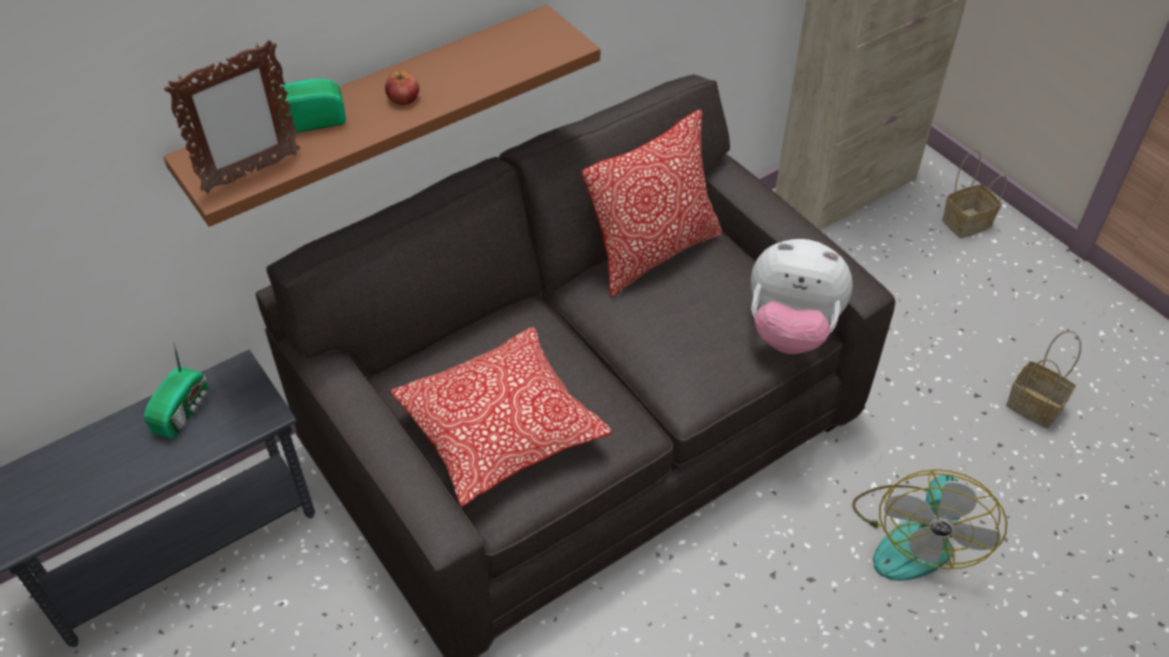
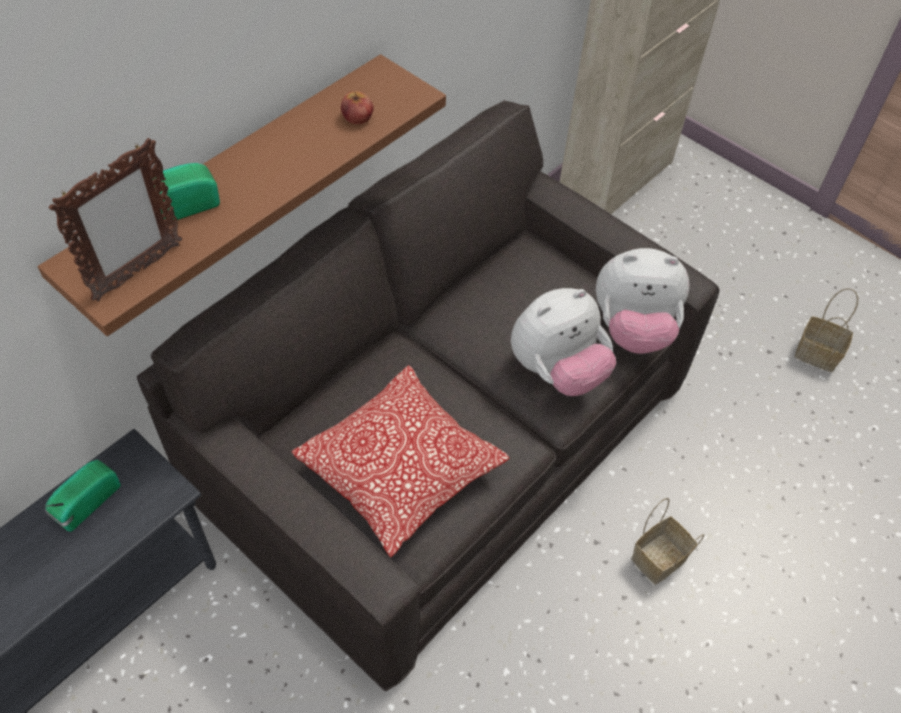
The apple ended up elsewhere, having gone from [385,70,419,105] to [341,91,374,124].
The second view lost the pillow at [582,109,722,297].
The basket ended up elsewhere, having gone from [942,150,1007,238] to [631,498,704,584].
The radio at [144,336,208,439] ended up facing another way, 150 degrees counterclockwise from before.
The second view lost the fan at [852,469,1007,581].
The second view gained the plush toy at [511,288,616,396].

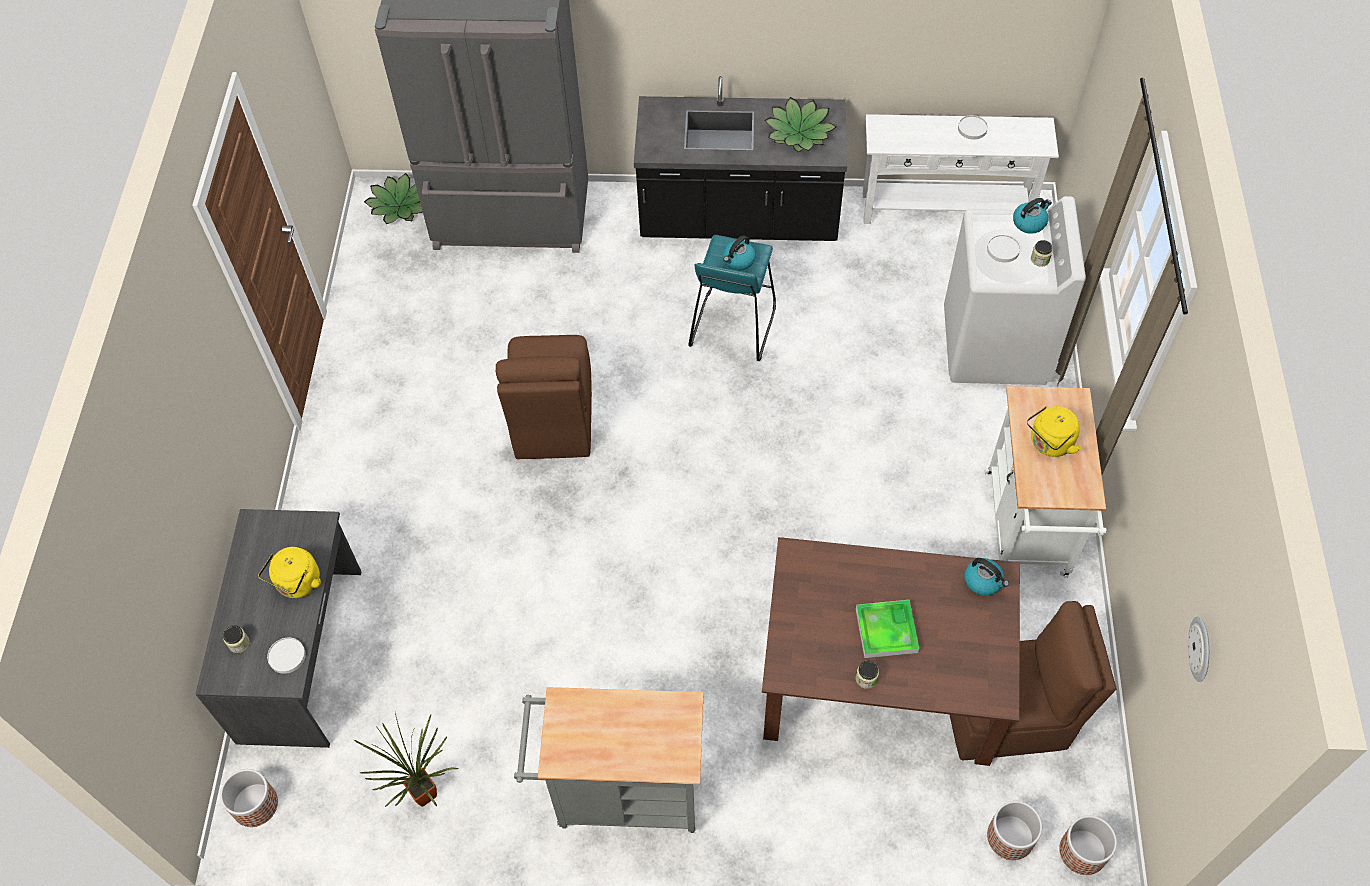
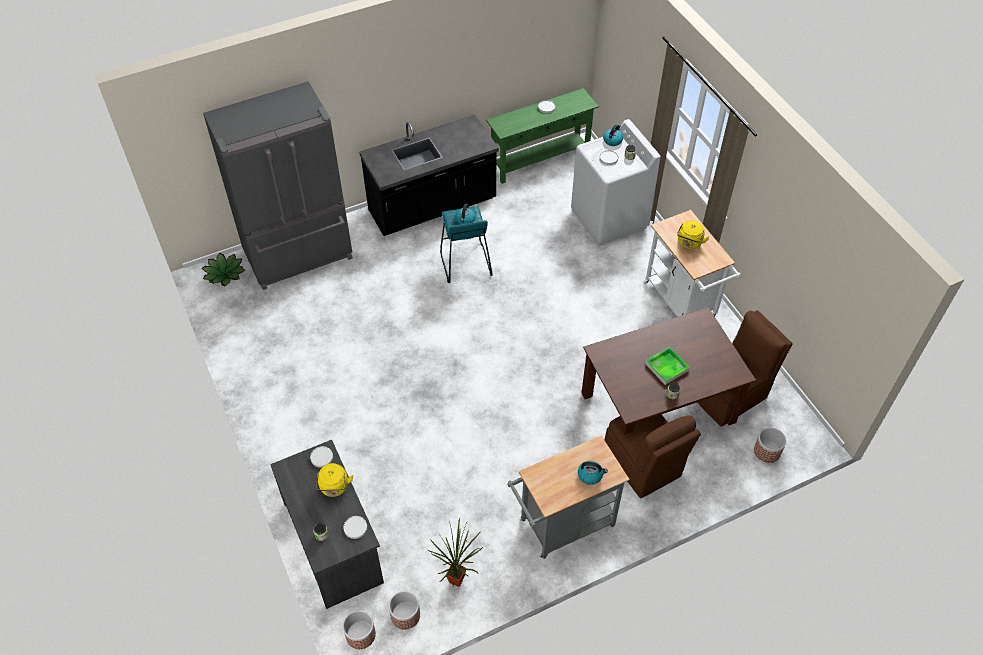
The second view lost the potted plant at [765,97,836,152].
What was the white console table at [863,114,1059,224] turned into the green console table at [486,88,599,184].
The brown chair ended up elsewhere, having gone from [496,335,592,459] to [605,414,701,498].
The kettle ended up elsewhere, having gone from [964,558,1009,596] to [578,461,608,485].
The second view lost the wall clock at [1188,616,1209,682].
The planter ended up elsewhere, having gone from [1059,815,1117,875] to [389,591,420,630].
The second view gained the white plate at [310,446,333,468].

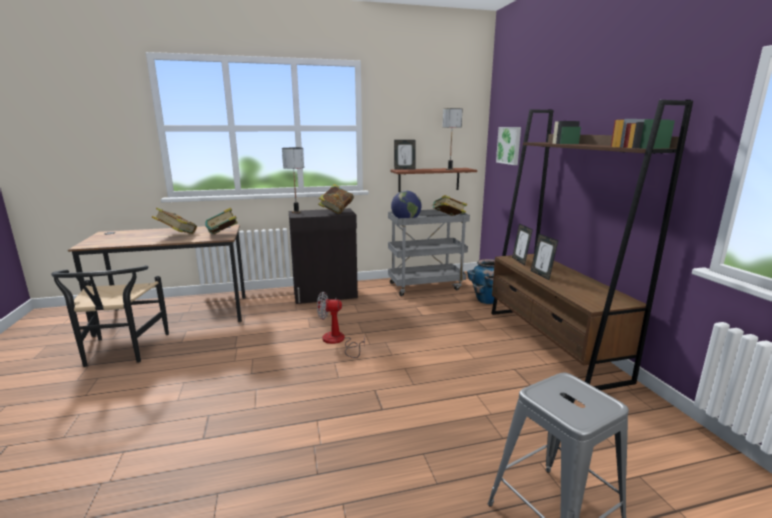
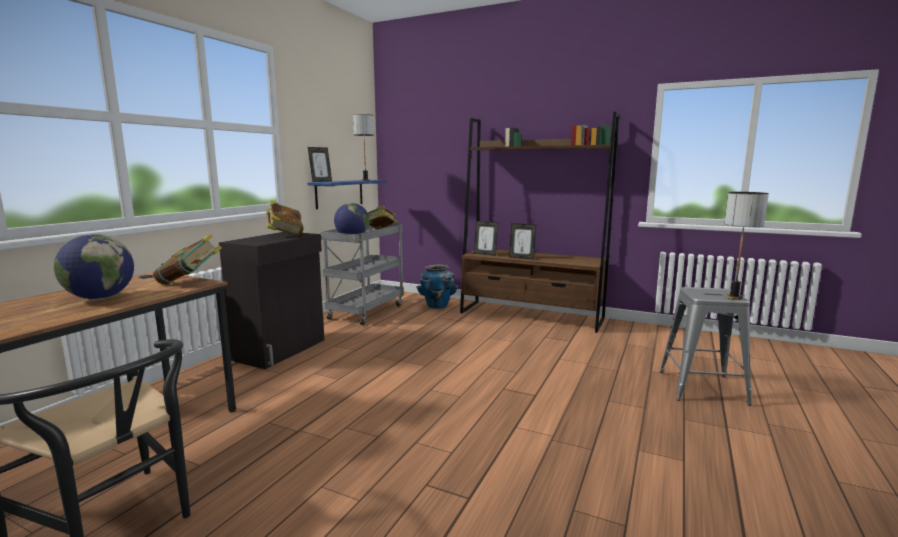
The second view lost the picture at [496,127,521,165].
The table lamp ended up elsewhere, having gone from [282,148,304,213] to [724,192,769,300].
What was the brown shelf at [390,168,477,192] turned into the blue shelf at [307,180,387,209].
Where the book stood at [152,208,197,234], the globe came to stand at [54,234,134,299].
The second view lost the fan at [317,292,365,358].

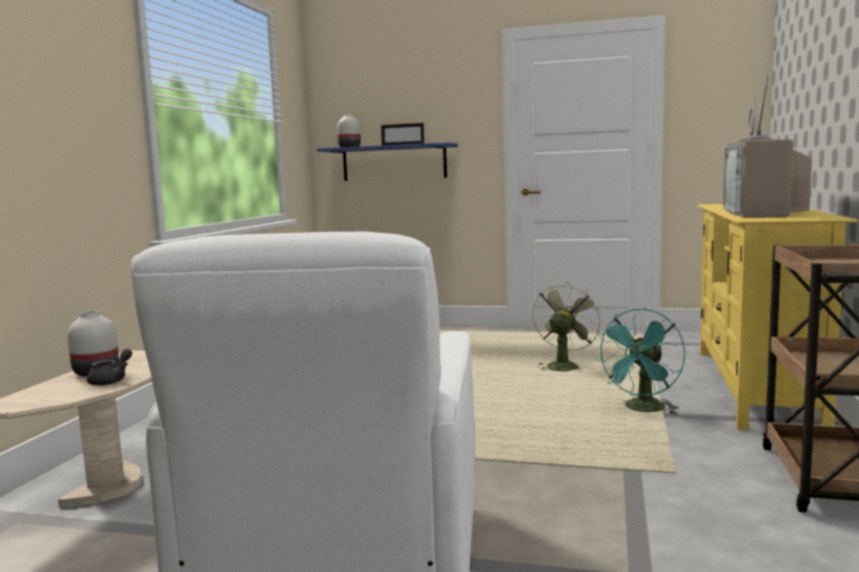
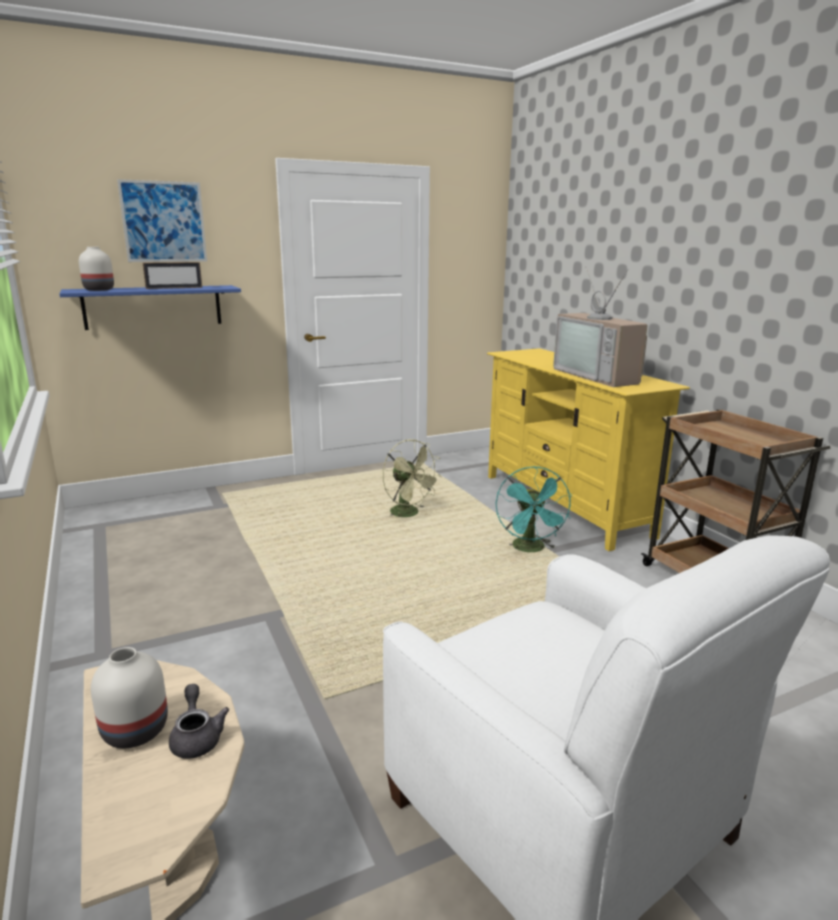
The green fan at [532,282,602,371] ended up facing another way, 150 degrees clockwise from before.
The second view gained the picture at [117,179,207,262].

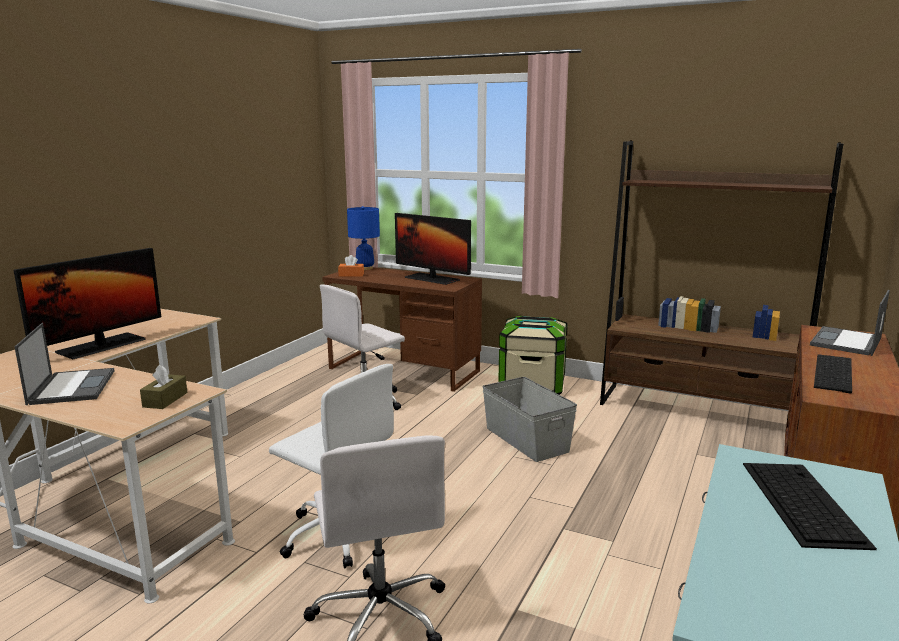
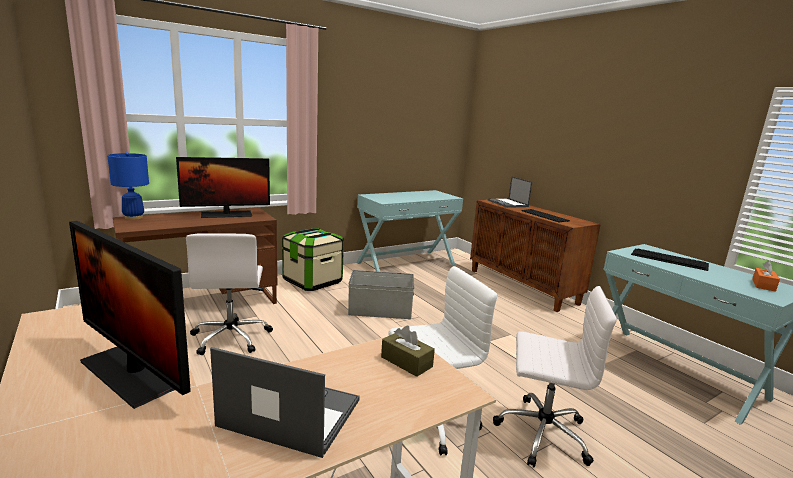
Where the brown bookcase stood at [600,140,843,410], the turquoise console table came to stand at [357,190,463,272].
The monitor at [14,248,161,359] ended up facing another way, 150 degrees clockwise from before.
The orange tissue box ended up elsewhere, having gone from [338,255,364,277] to [752,261,780,292].

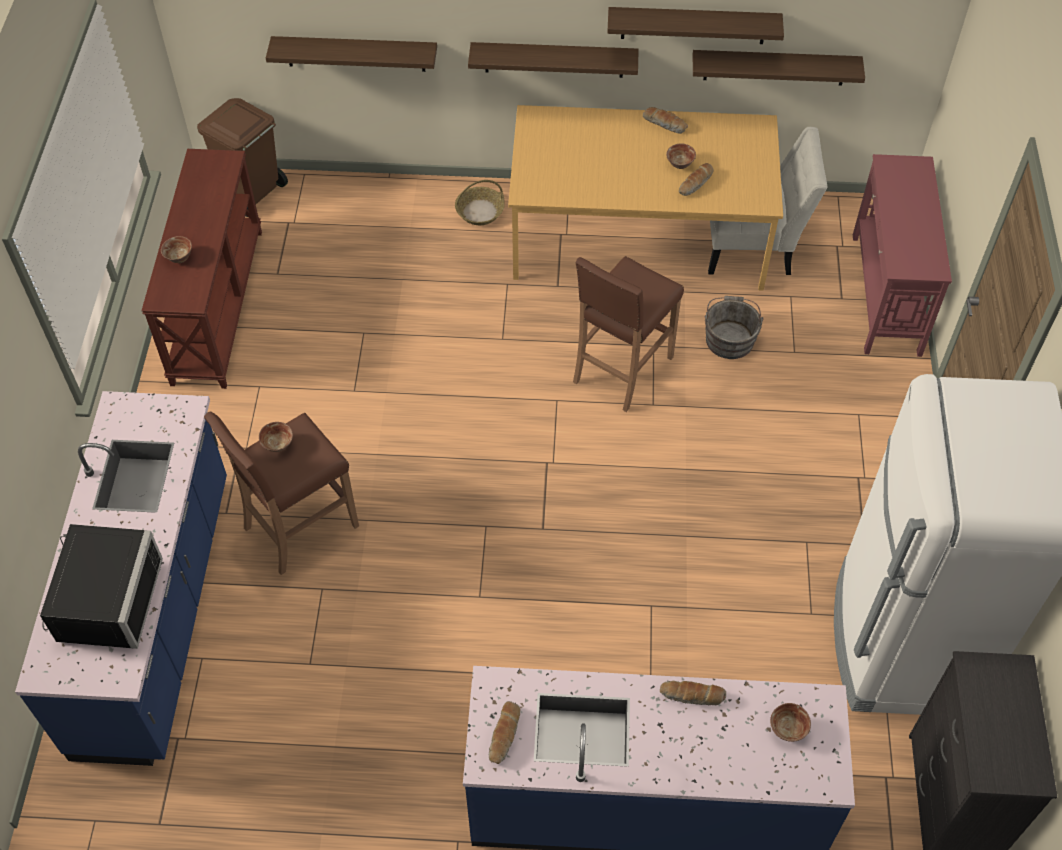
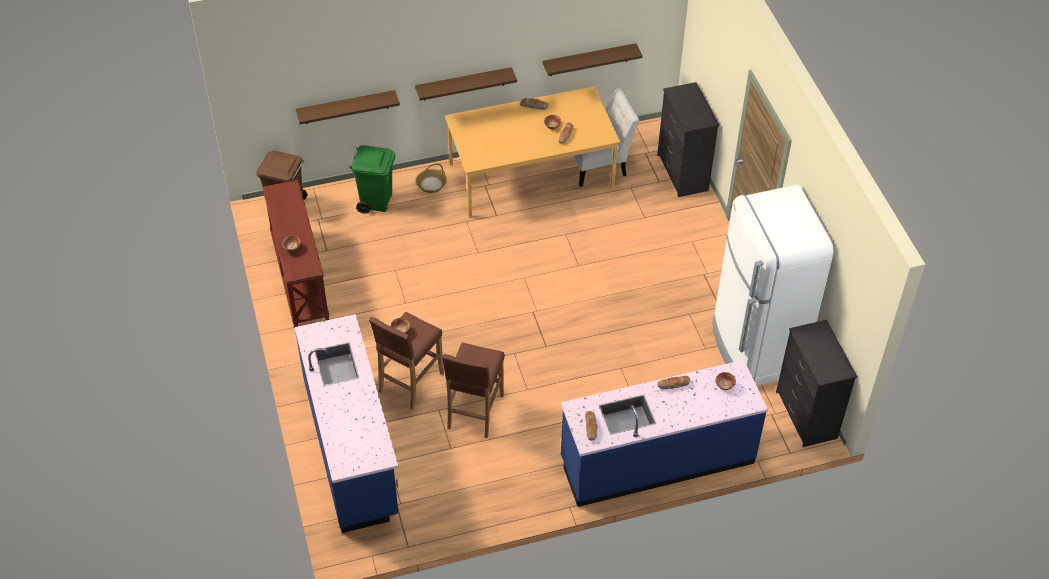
The second view lost the shelf at [607,7,784,44].
Where the red console table stood at [853,154,952,357], the black dresser came to stand at [657,82,719,197].
The brown stool ended up elsewhere, having gone from [573,256,684,412] to [442,343,505,438].
The second view lost the grey bucket at [704,296,763,359].
The second view lost the black microwave at [40,524,163,649].
The second view gained the green trash can at [349,145,395,214].

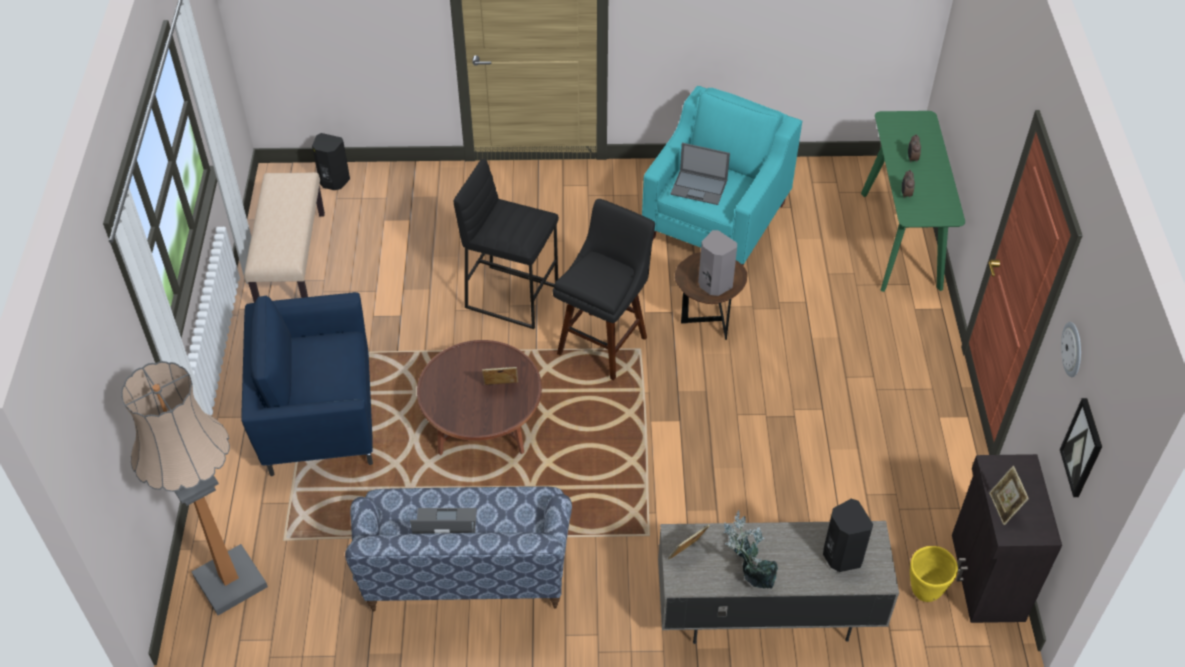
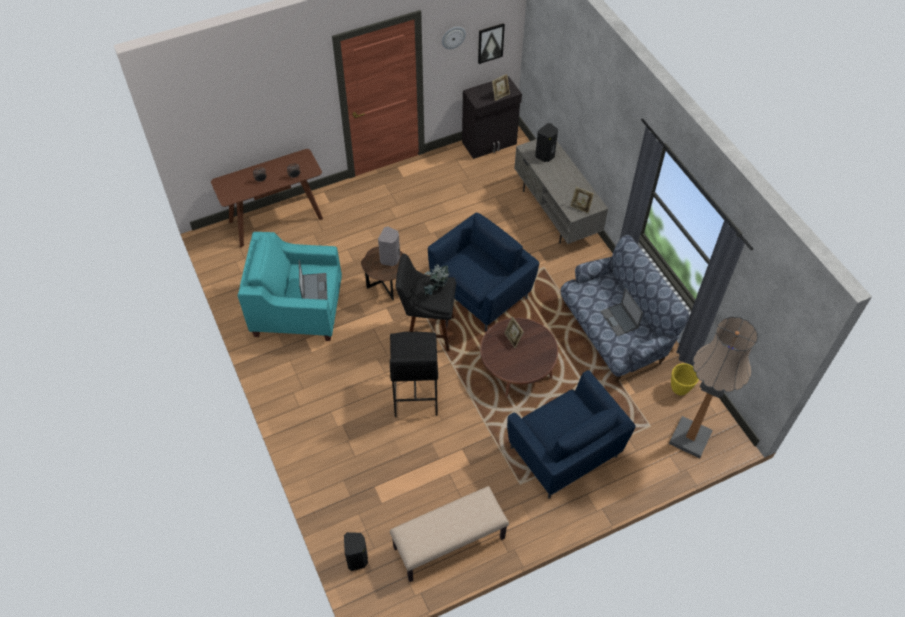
What was the green console table at [861,111,965,292] turned into the brown console table at [211,149,323,248].
The potted plant ended up elsewhere, having gone from [724,510,778,589] to [424,264,449,295].
The yellow planter ended up elsewhere, having gone from [910,546,958,602] to [671,363,699,396].
The second view gained the blue armchair at [428,212,539,331].

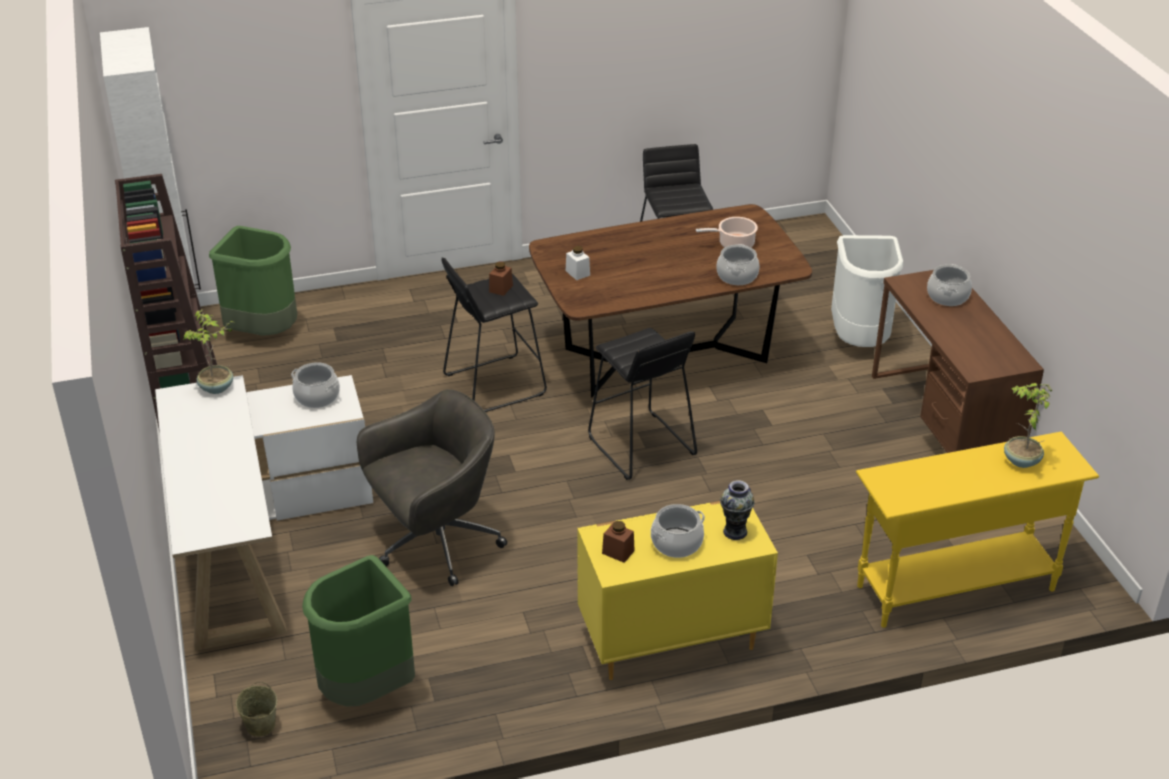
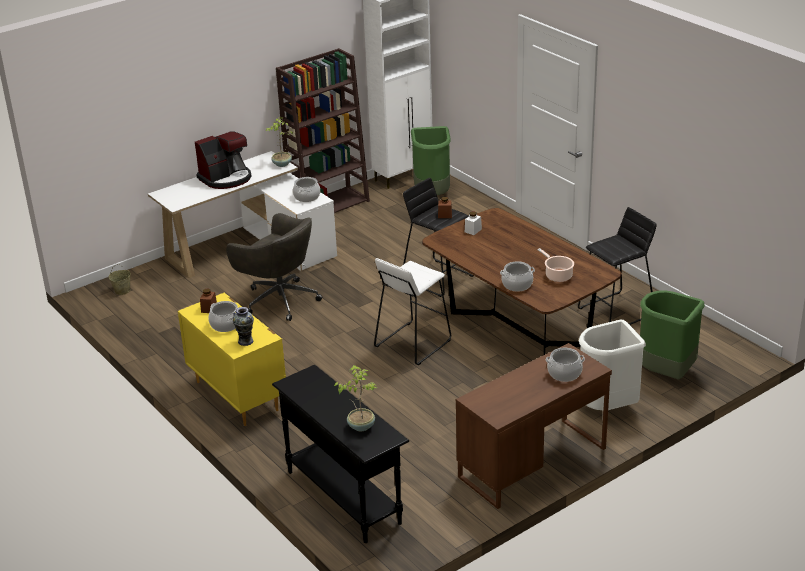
What was the black stool at [588,328,697,480] turned into the white stool at [374,258,451,365].
What was the yellow console table at [856,432,1099,628] turned into the black console table at [272,365,409,543].
The green trash can ended up elsewhere, having gone from [302,555,415,707] to [640,290,705,380].
The second view gained the coffee machine at [195,131,252,189].

